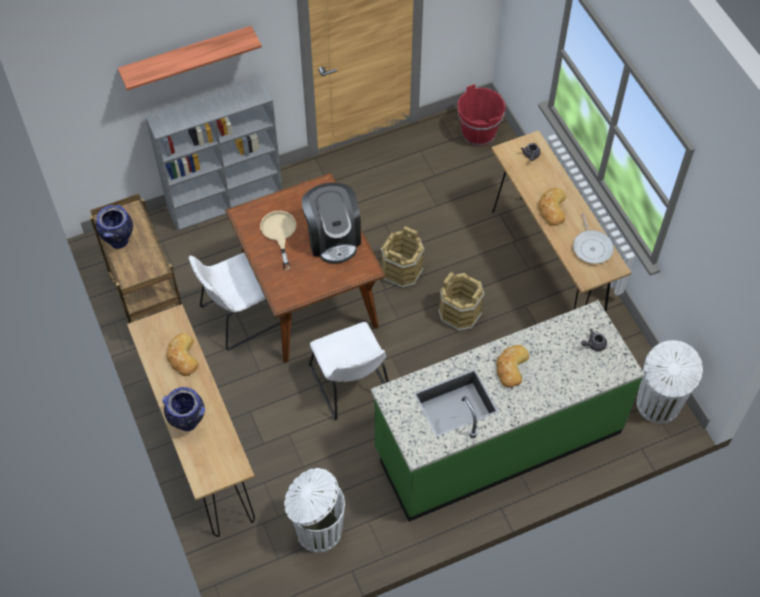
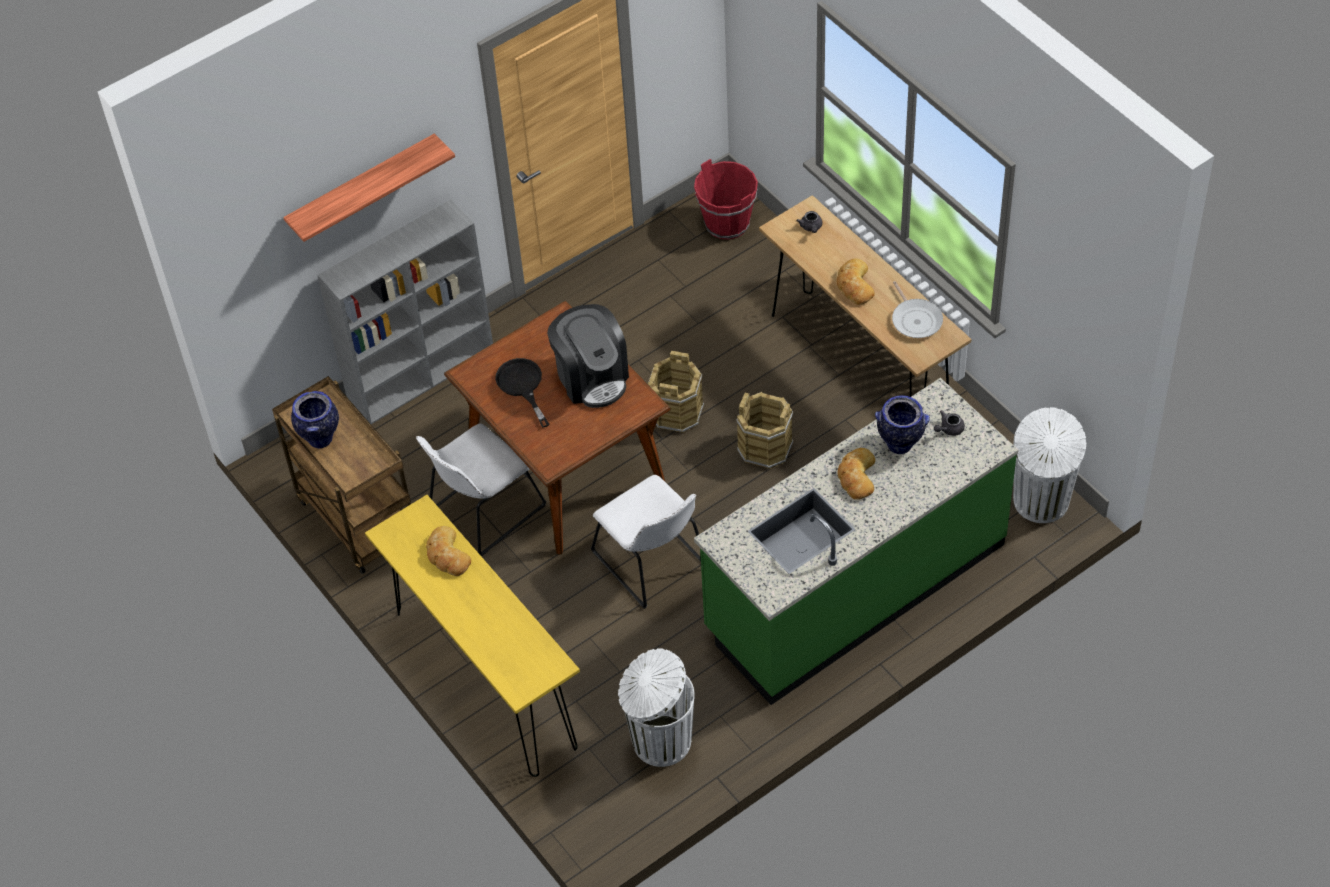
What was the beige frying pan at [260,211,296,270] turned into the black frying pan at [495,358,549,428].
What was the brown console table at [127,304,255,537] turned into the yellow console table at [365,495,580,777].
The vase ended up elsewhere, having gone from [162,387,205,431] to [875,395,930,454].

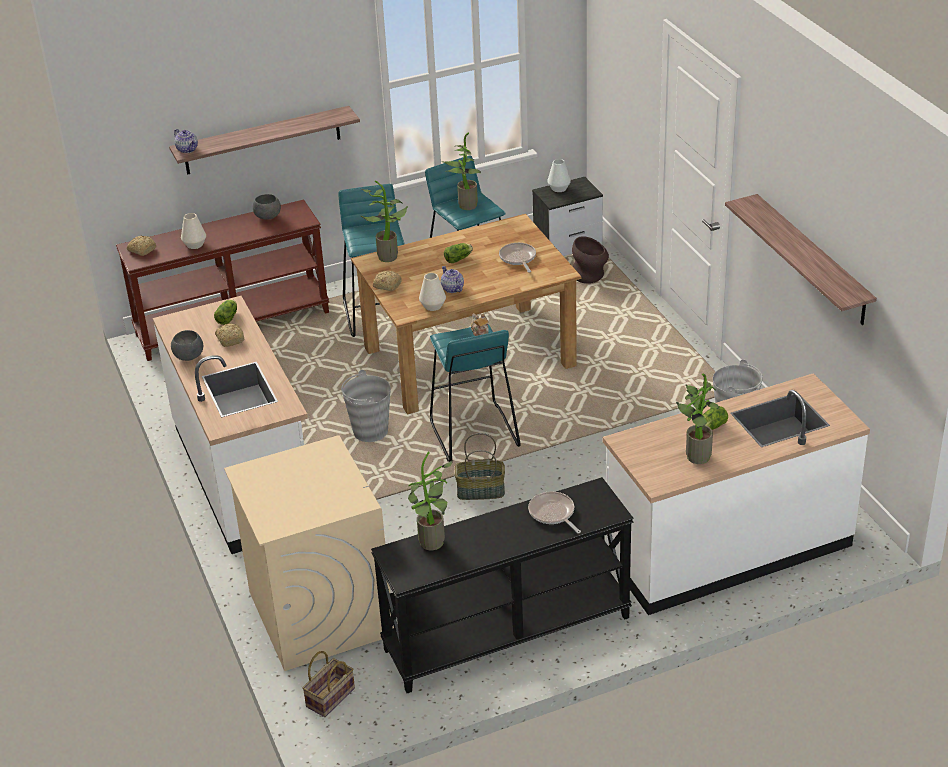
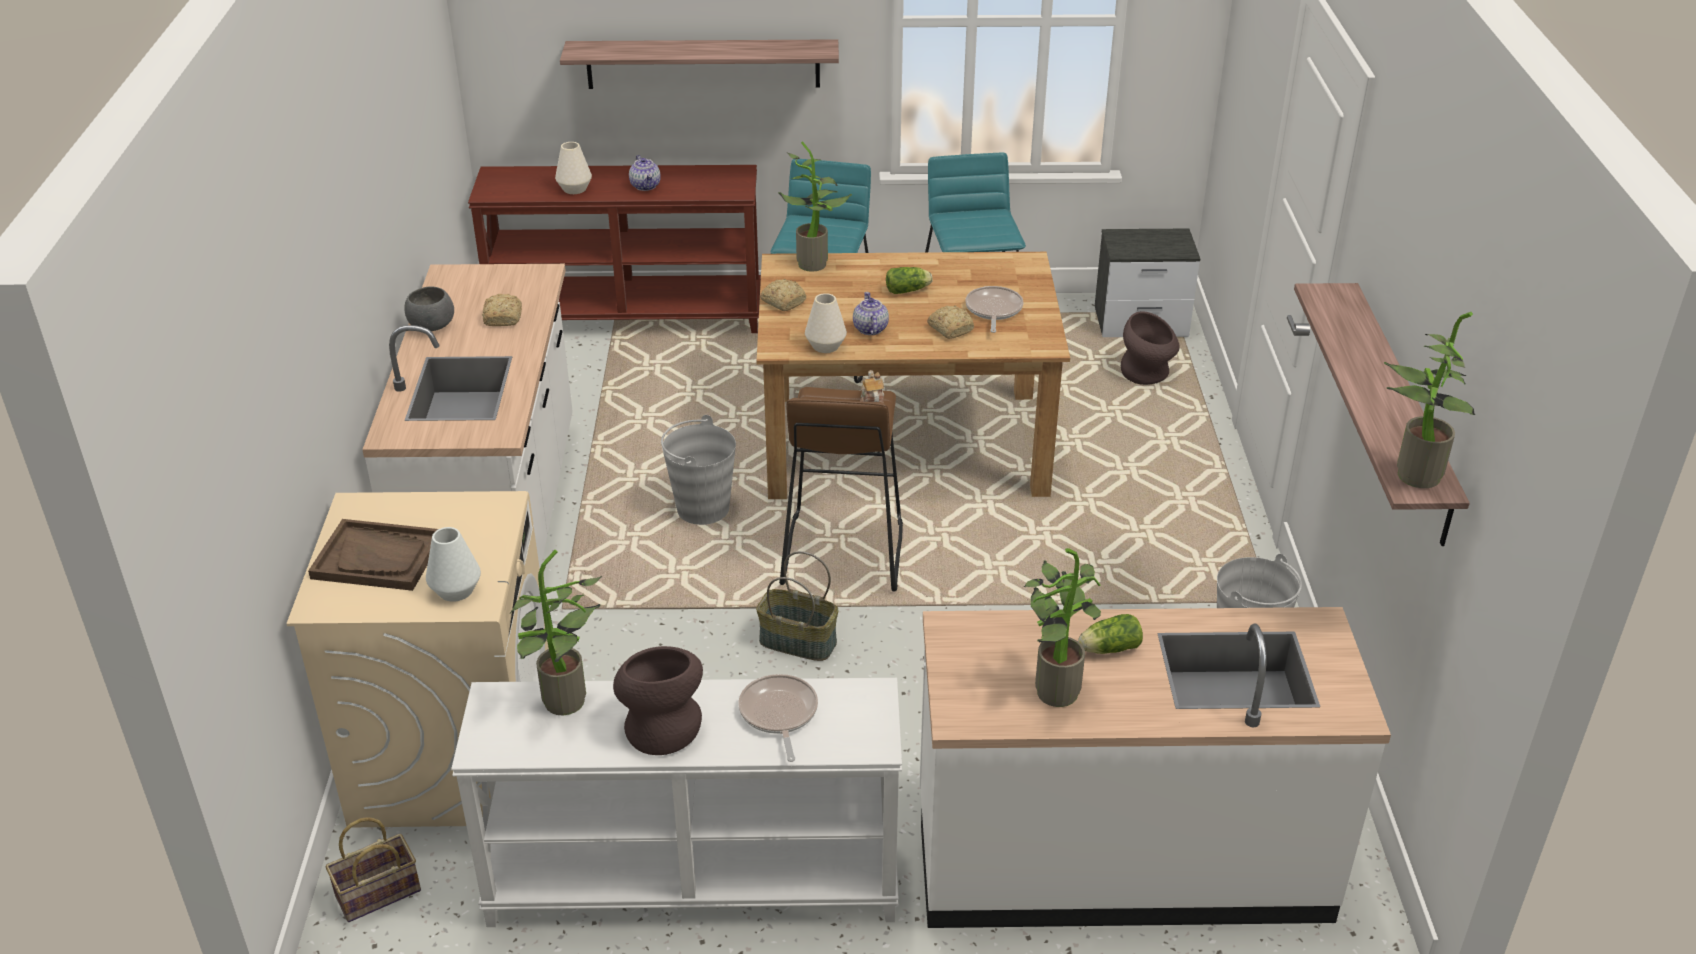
The teapot ended up elsewhere, having gone from [174,129,198,153] to [629,155,661,191].
The potted plant ended up elsewhere, having gone from [442,132,481,210] to [1384,312,1476,488].
The white vase ended up elsewhere, having gone from [547,159,571,192] to [426,527,481,602].
The second view lost the grey bowl at [253,194,281,220].
The bread ended up elsewhere, having gone from [127,236,156,256] to [927,305,974,339].
The second view lost the lettuce at [214,299,237,325].
What was the turquoise stool at [430,324,521,462] turned into the brown stool at [779,387,903,592].
What was the black console table at [371,477,634,693] turned into the white console table at [451,678,902,927].
The second view gained the brown tray at [308,519,438,591].
The second view gained the brown vase at [613,646,703,755].

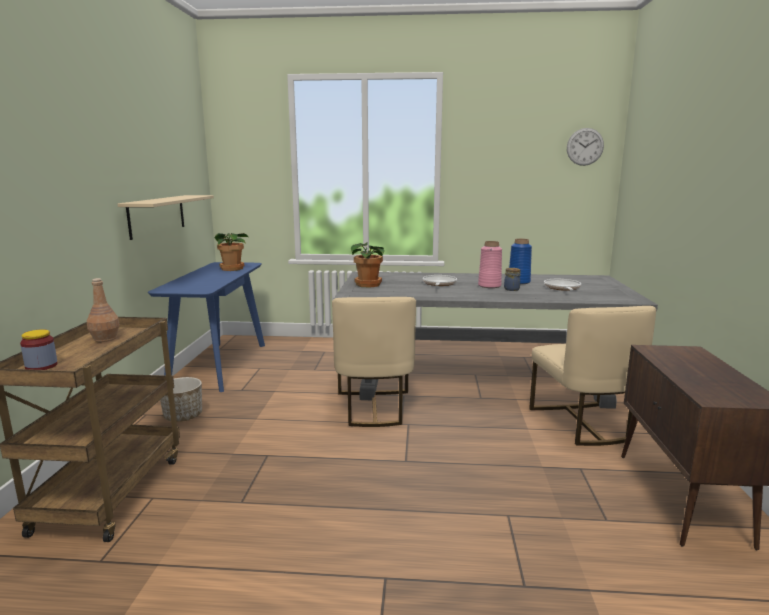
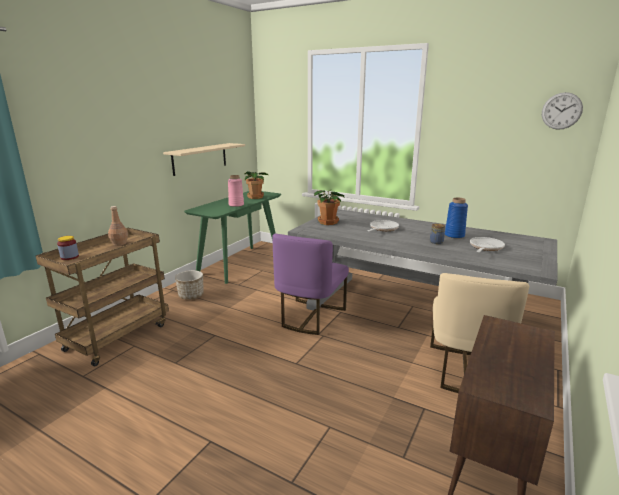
The pink vase ended up elsewhere, having gone from [478,241,502,288] to [228,175,244,207].
What was the blue console table at [148,262,265,392] turned into the green console table at [184,191,281,284].
What was the beige chair at [332,297,416,427] turned into the purple chair at [273,234,349,335].

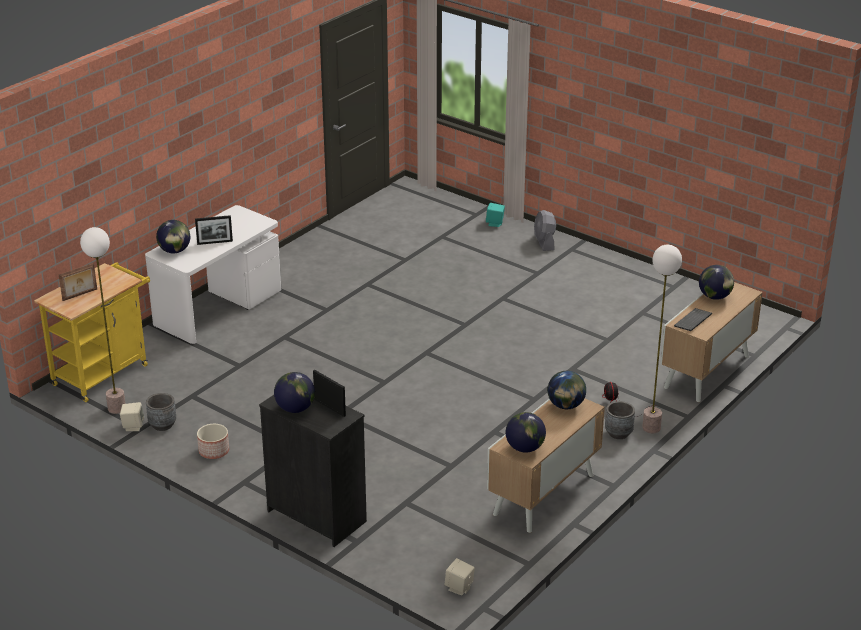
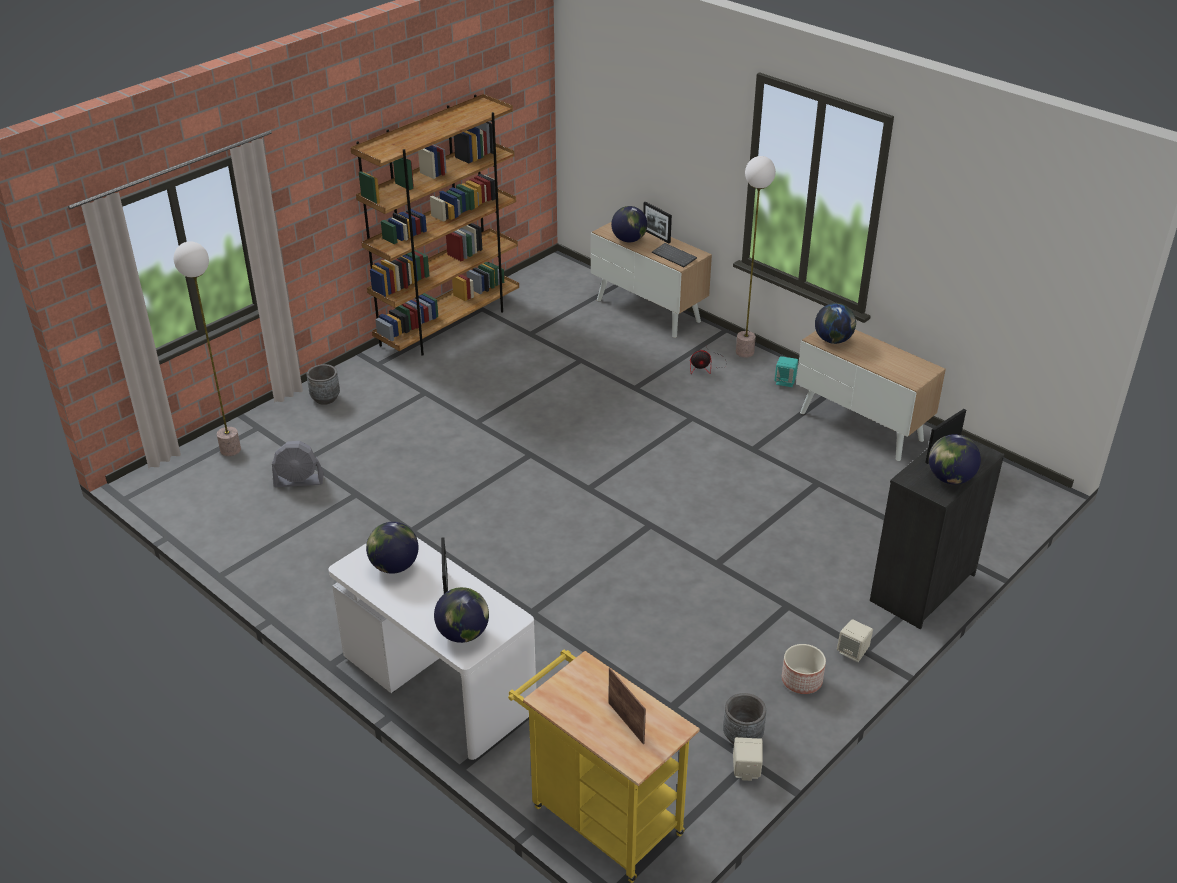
The turquoise speaker ended up elsewhere, having gone from [486,203,505,227] to [775,356,798,387].
The grey fan ended up elsewhere, having gone from [534,210,556,251] to [272,441,324,487].
The floor lamp ended up elsewhere, having gone from [80,227,125,414] to [174,241,241,456].
The grey planter ended up elsewhere, having gone from [605,401,635,439] to [307,364,340,405].
The globe ended up elsewhere, having gone from [506,412,546,453] to [366,522,418,574].
The beige speaker ended up elsewhere, having gone from [445,558,475,595] to [837,619,873,662].
The second view gained the brown bookcase at [350,94,519,356].
The second view gained the picture frame at [643,202,672,243].

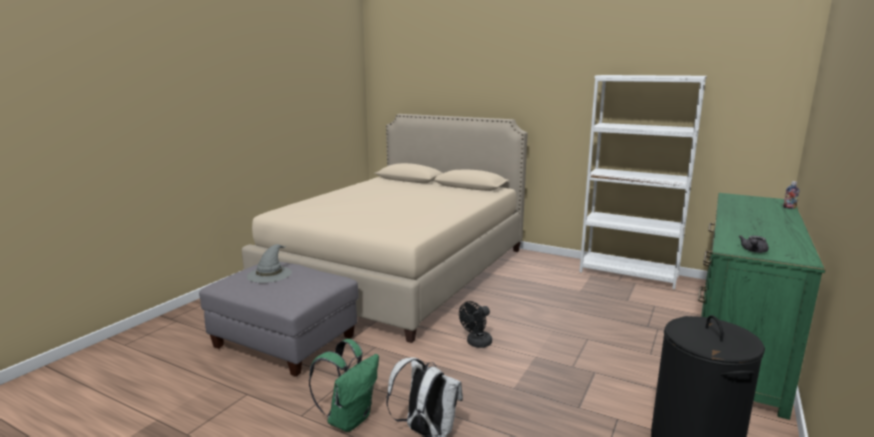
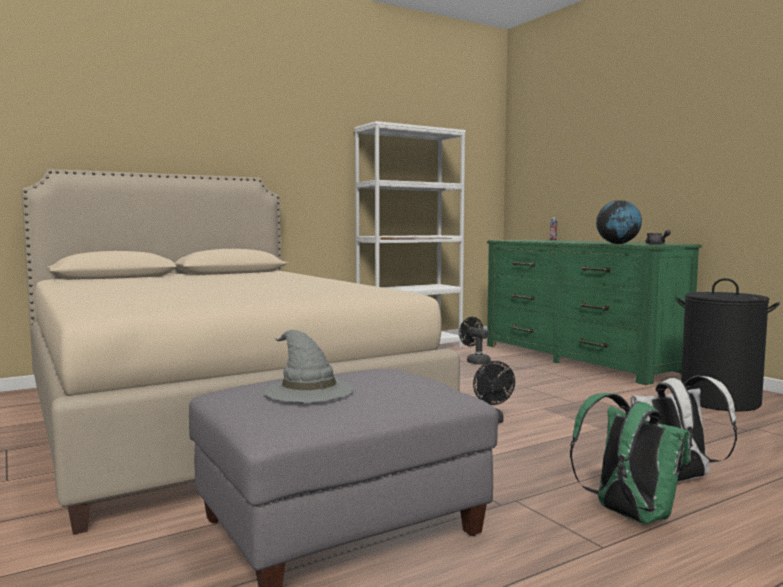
The second view gained the globe at [596,200,642,244].
The second view gained the black fan at [459,317,491,365].

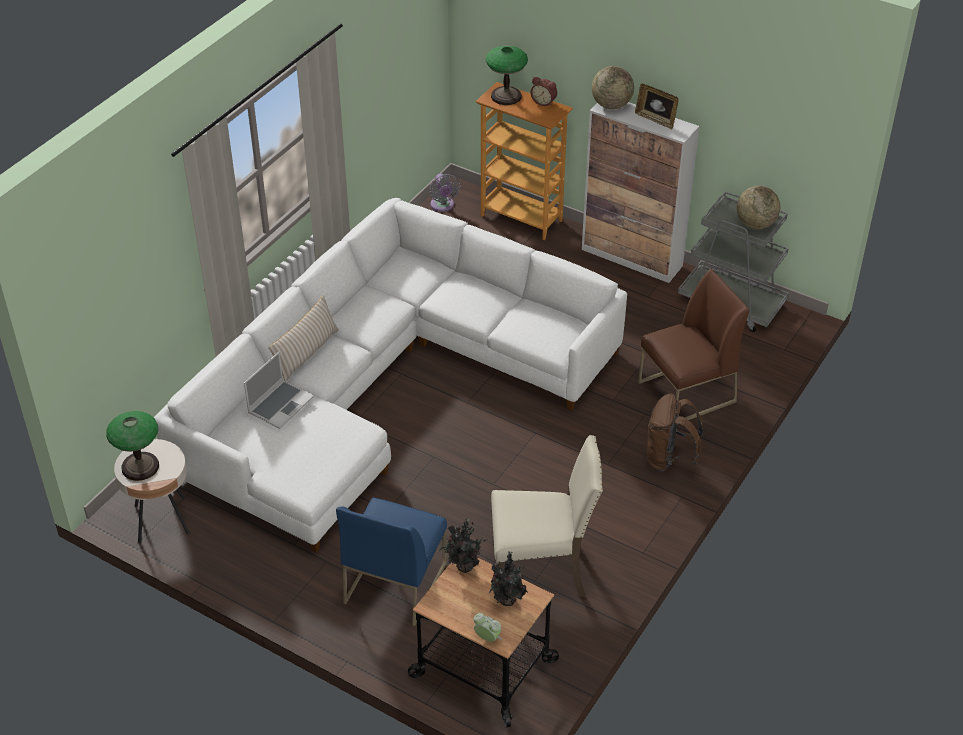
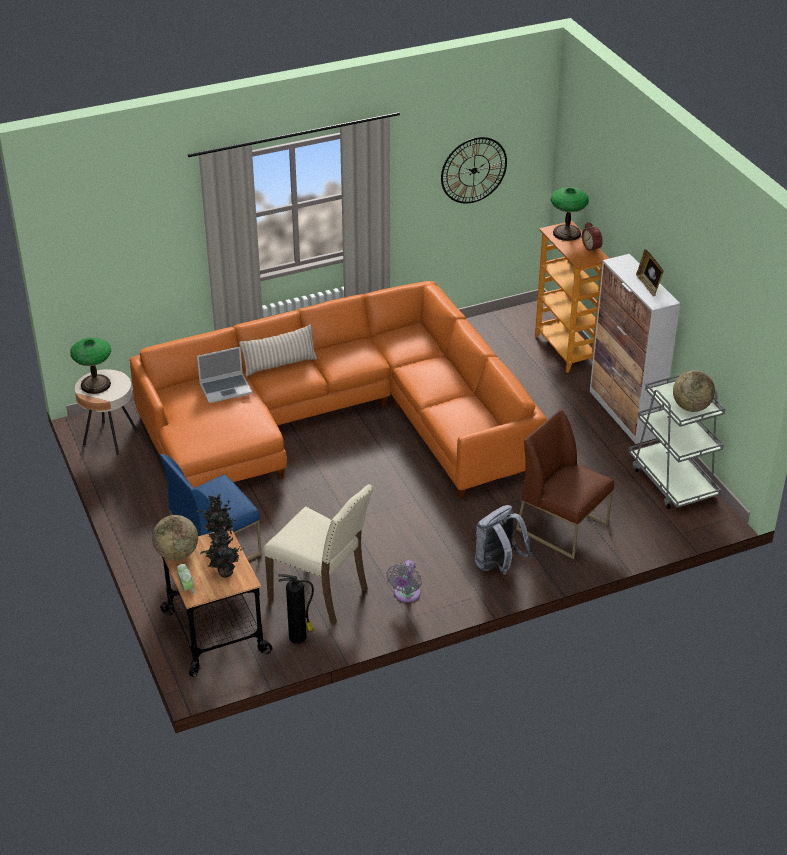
The globe ended up elsewhere, having gone from [592,66,634,109] to [152,515,198,561].
The grey fan ended up elsewhere, having gone from [429,173,460,212] to [386,560,422,603].
What was the white sofa at [154,198,627,553] turned into the orange sofa at [130,281,546,498].
The brown chair at [638,268,750,420] ended up facing another way, 150 degrees counterclockwise from before.
What was the brown backpack at [647,394,704,471] turned into the grey backpack at [475,505,532,575].
The second view gained the wall clock at [441,137,507,204].
The second view gained the fire extinguisher at [278,574,314,644].

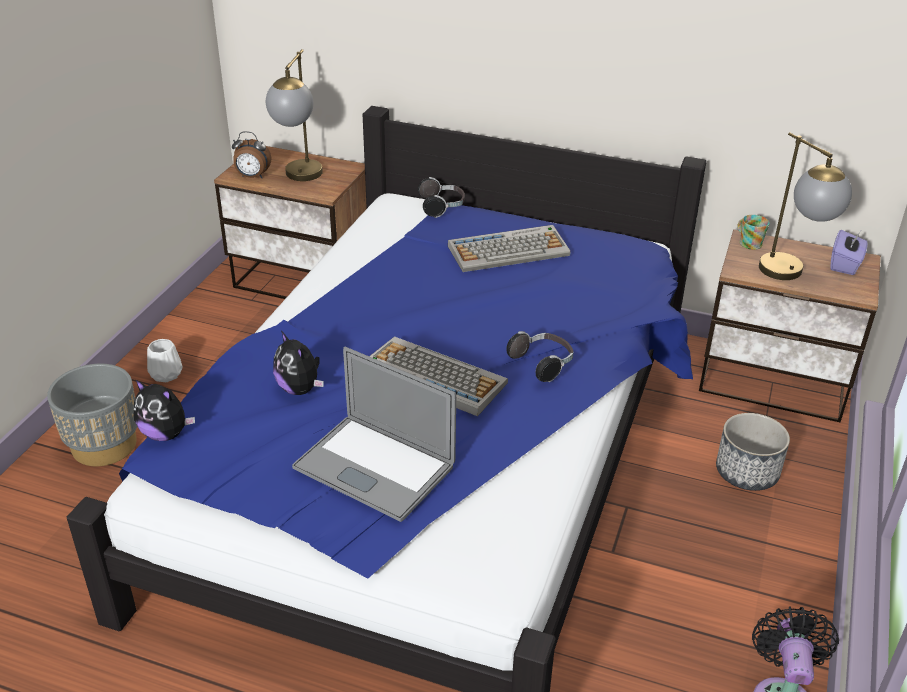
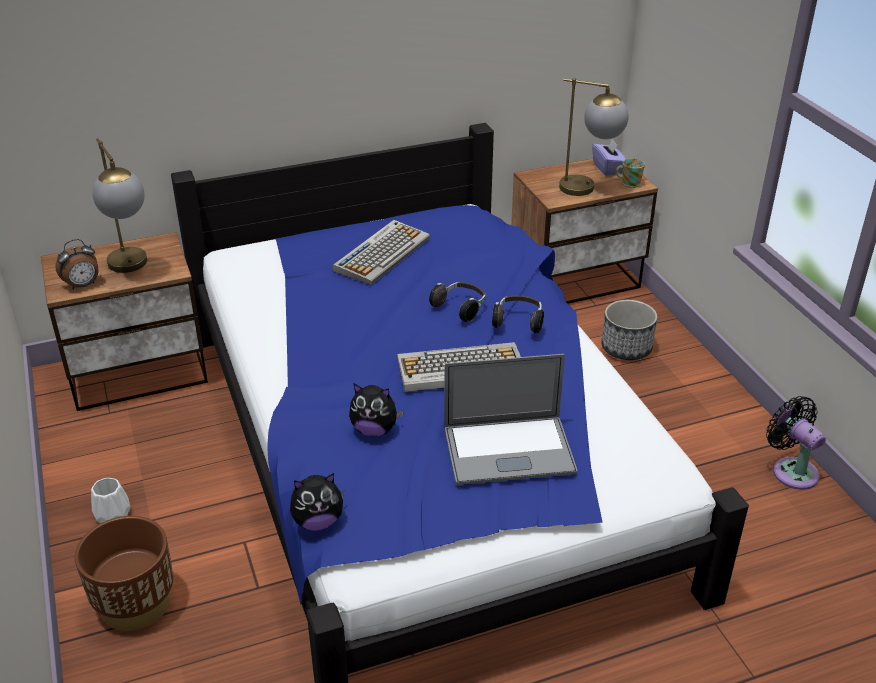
The headphones ended up elsewhere, having gone from [418,177,465,218] to [429,282,486,322].
The mug ended up elsewhere, having gone from [737,215,770,250] to [616,159,645,188].
What was the grey planter at [47,364,137,467] turned into the brown planter at [75,516,173,631].

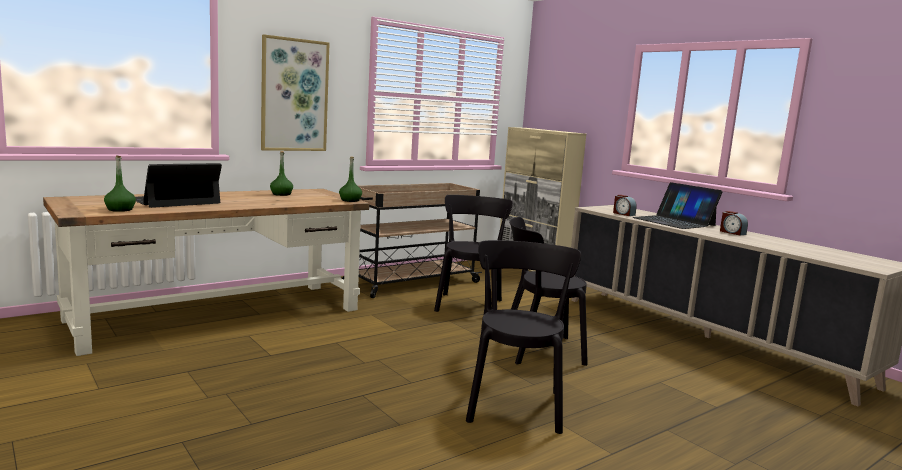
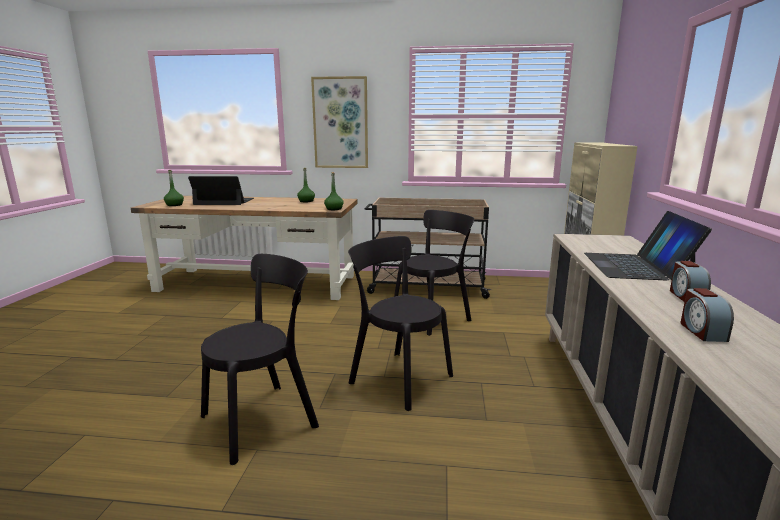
The alarm clock ended up elsewhere, having gone from [613,195,637,216] to [680,288,734,342].

